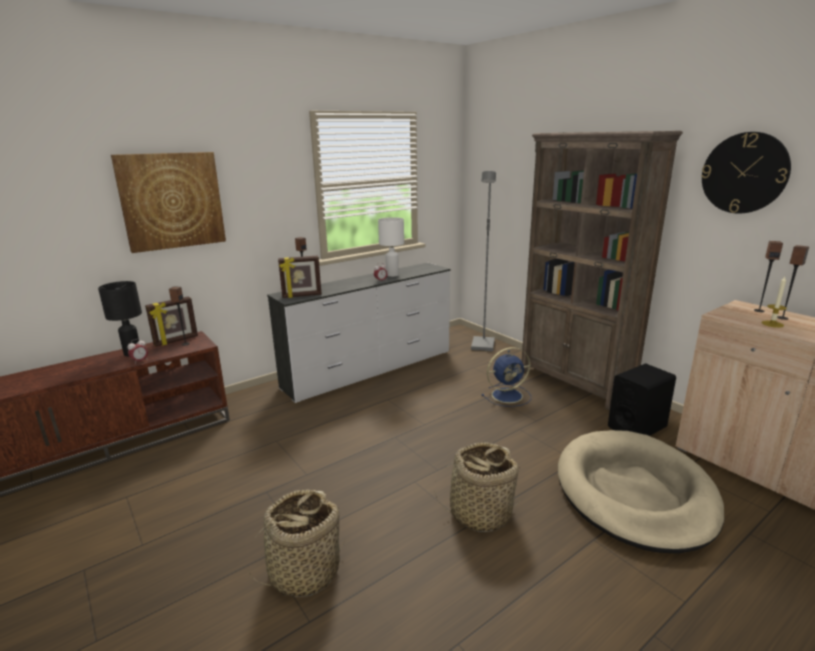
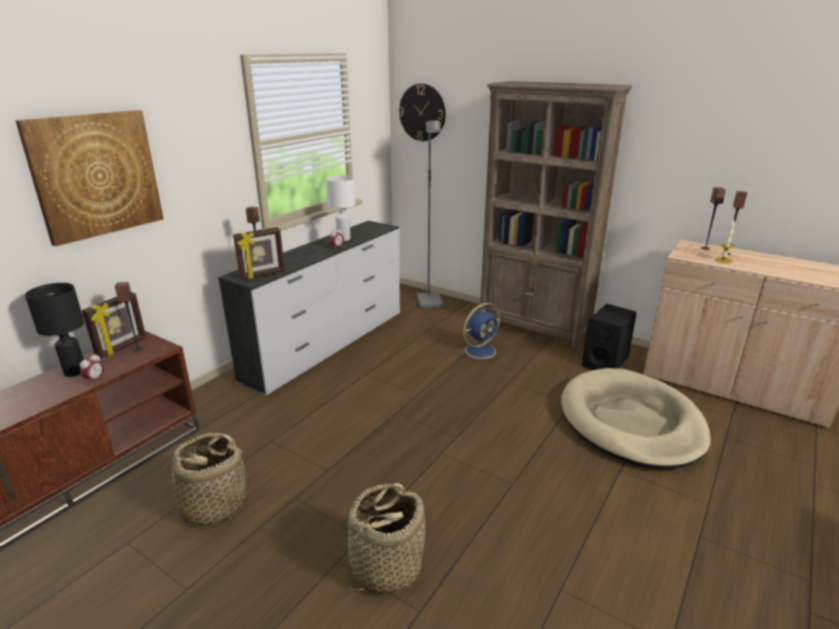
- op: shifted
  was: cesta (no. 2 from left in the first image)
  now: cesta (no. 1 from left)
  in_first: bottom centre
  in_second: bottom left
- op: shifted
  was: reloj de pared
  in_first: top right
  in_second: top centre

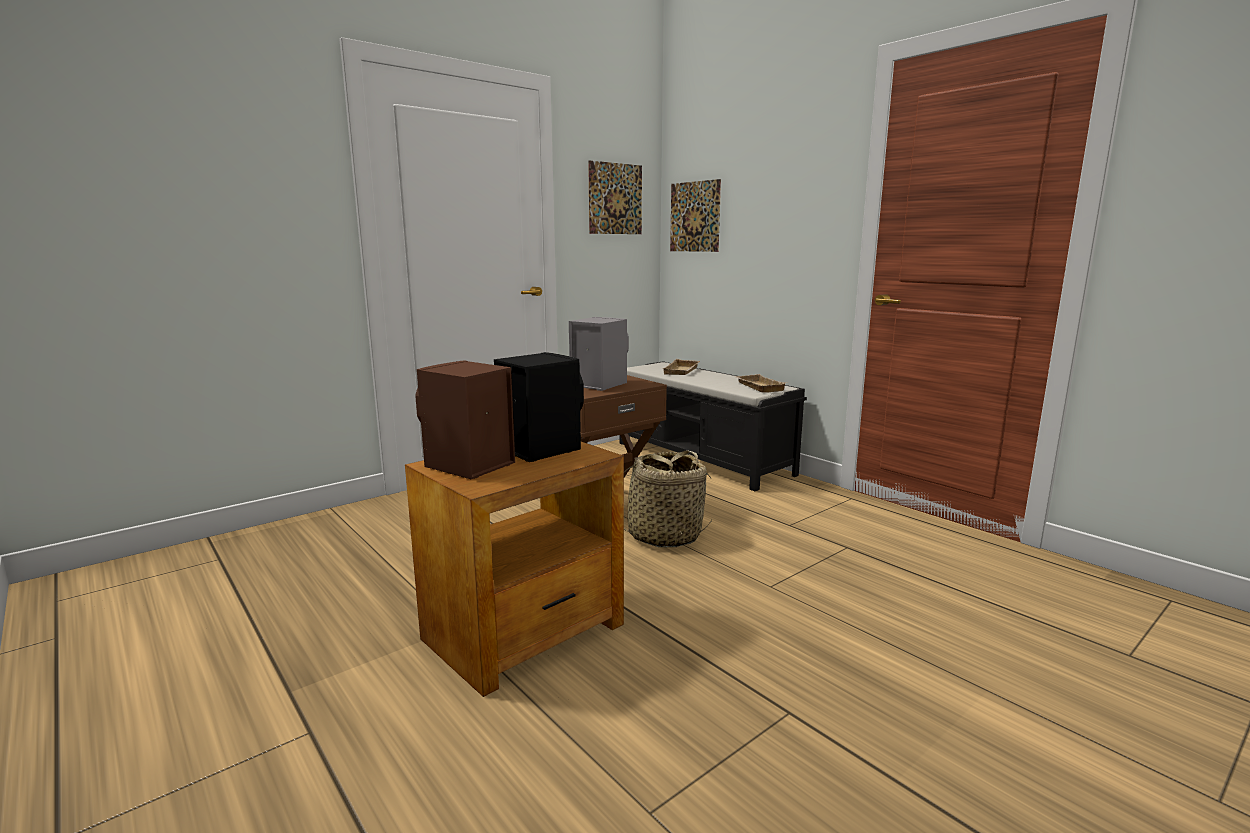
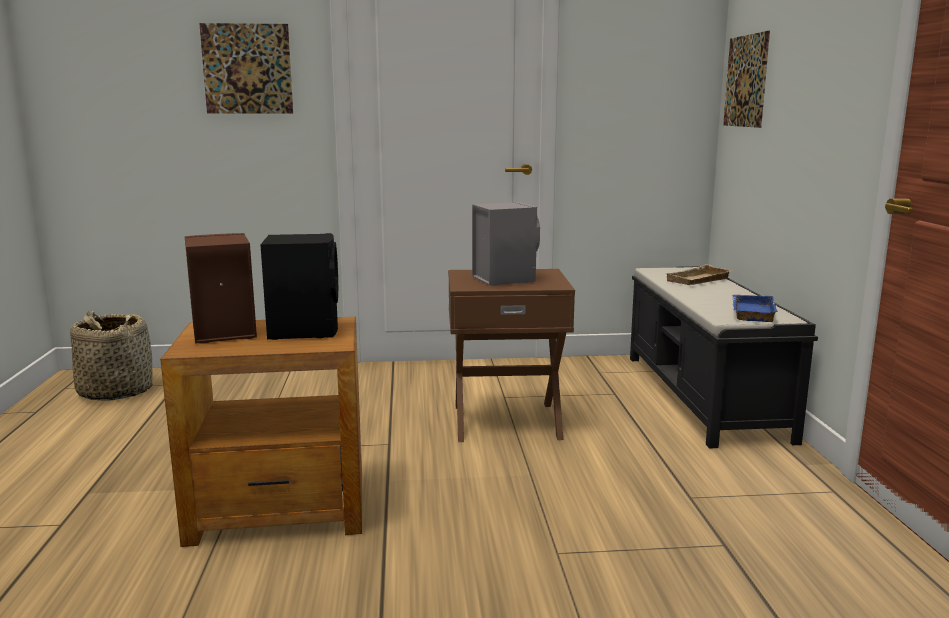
- op: shifted
  was: cuadro (no. 1 from left)
  in_first: top centre
  in_second: top left
- op: shifted
  was: cesta
  in_first: centre
  in_second: middle left
- op: repainted
  was: bandeja [beis] (no. 2 from left)
  now: bandeja [azul]
  in_first: centre
  in_second: middle right

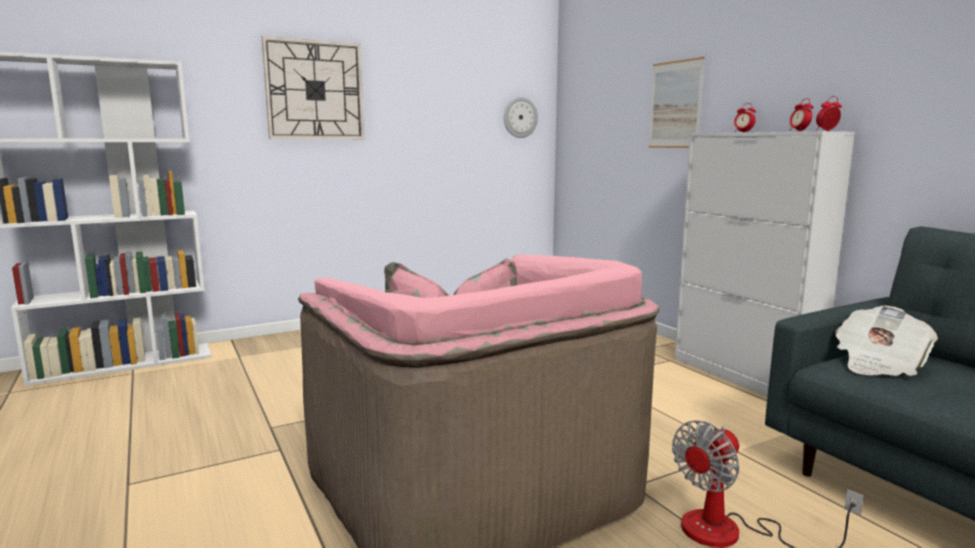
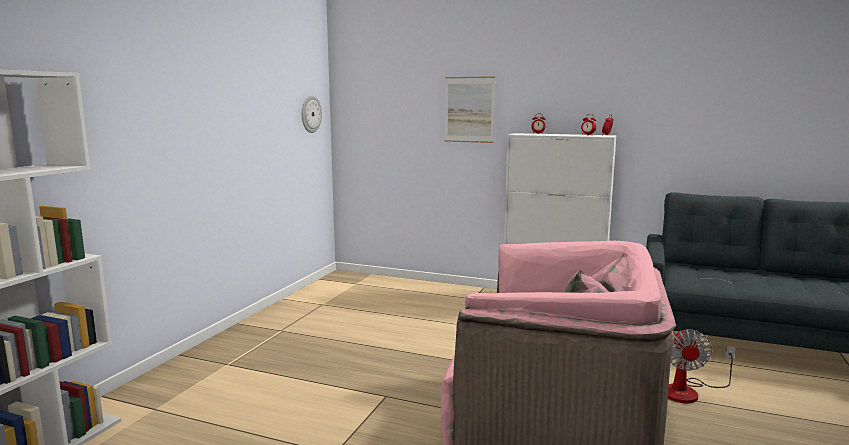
- op: gone
  was: reloj de pared (no. 1 from left)
  in_first: top left
- op: gone
  was: periódico
  in_first: middle right

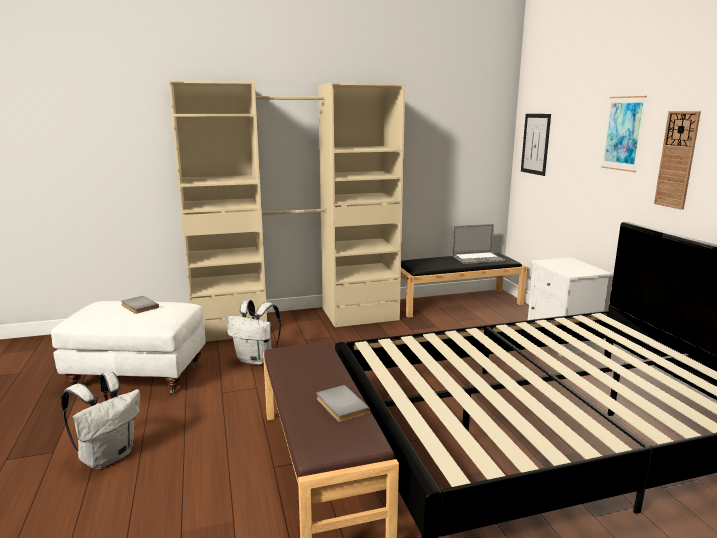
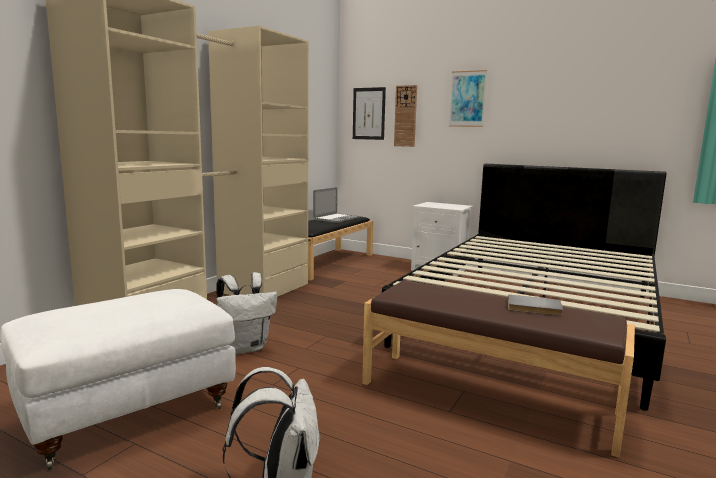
- op: gone
  was: libro [gris] (no. 1 from left)
  in_first: middle left
- op: shifted
  was: reloj de pared
  in_first: top right
  in_second: top centre

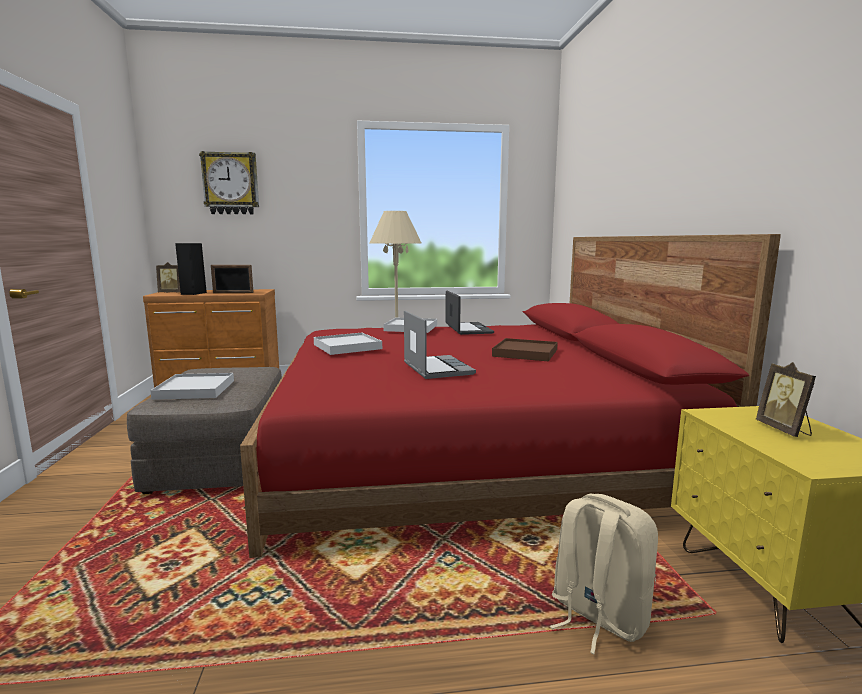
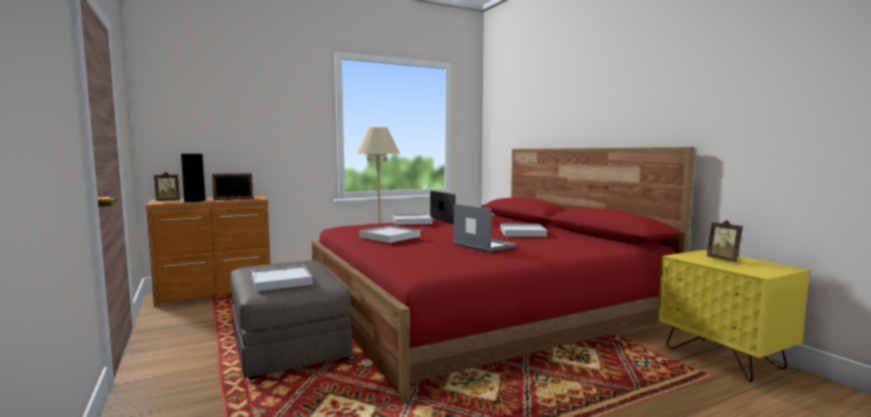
- op: gone
  was: reloj de pared
  in_first: top left
- op: gone
  was: mochila [beis]
  in_first: bottom right
- op: repainted
  was: bandeja [marrón]
  now: bandeja [blanco] (no. 4 from left)
  in_first: centre
  in_second: centre

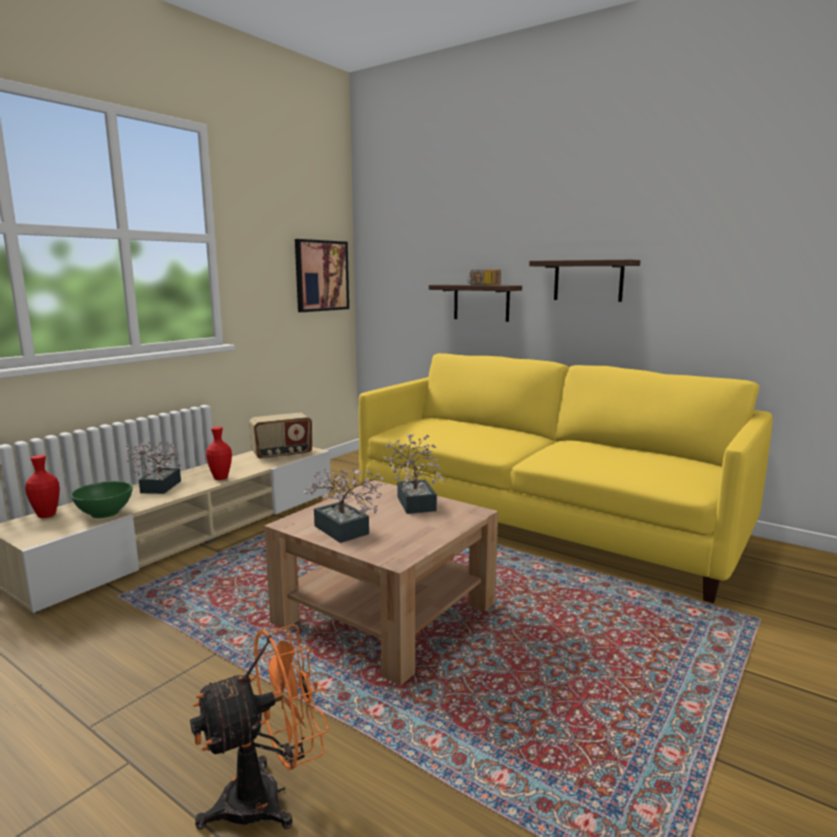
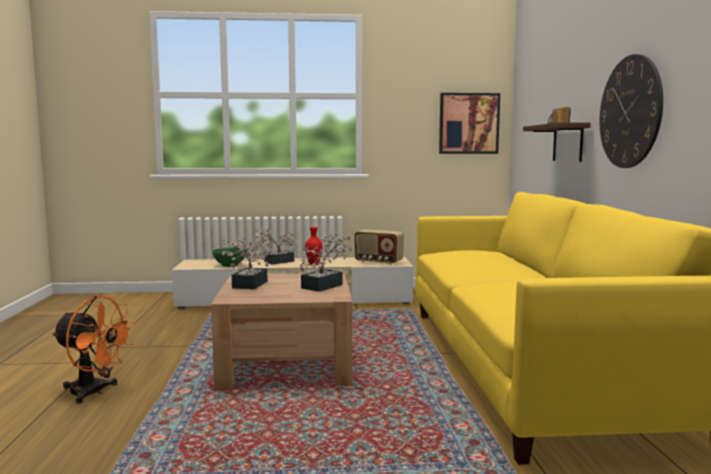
- op: gone
  was: florero [rojo] (no. 1 from left)
  in_first: middle left
- op: swapped
  was: estante (no. 2 from left)
  now: reloj de pared
  in_first: middle right
  in_second: top right

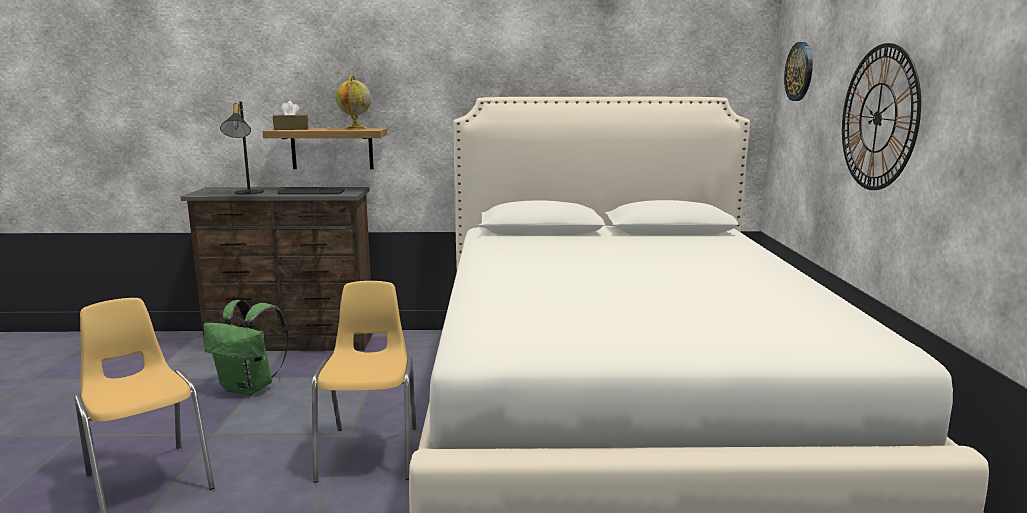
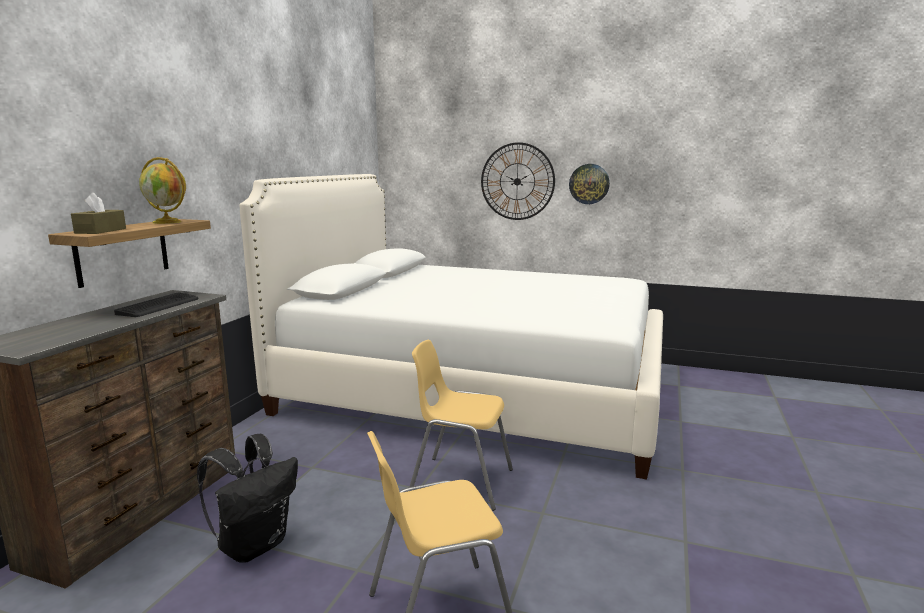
- op: gone
  was: lámpara de mesa [negro]
  in_first: top left
- op: shifted
  was: reloj de pared (no. 1 from left in the first image)
  now: reloj de pared (no. 2 from left)
  in_first: top right
  in_second: top centre
- op: repainted
  was: mochila [verde]
  now: mochila [negro]
  in_first: bottom left
  in_second: bottom left

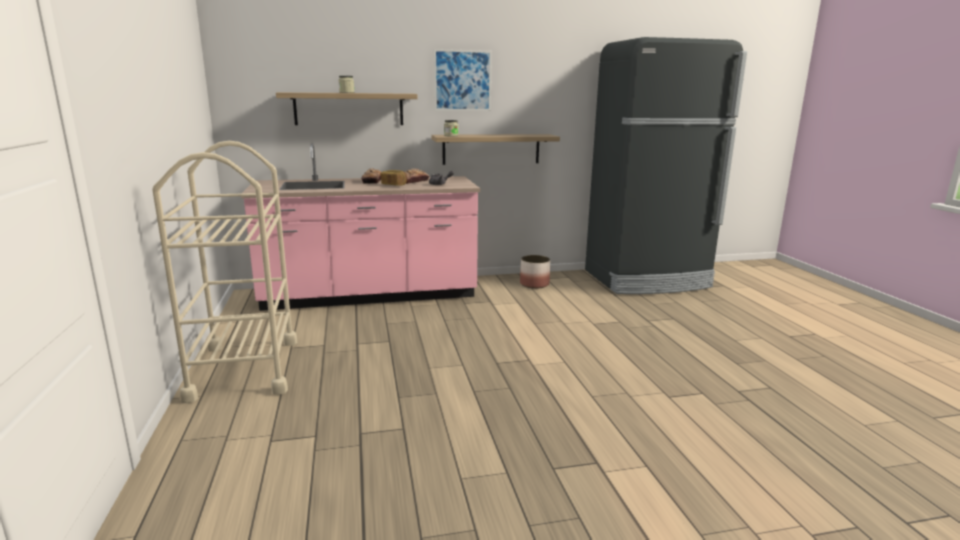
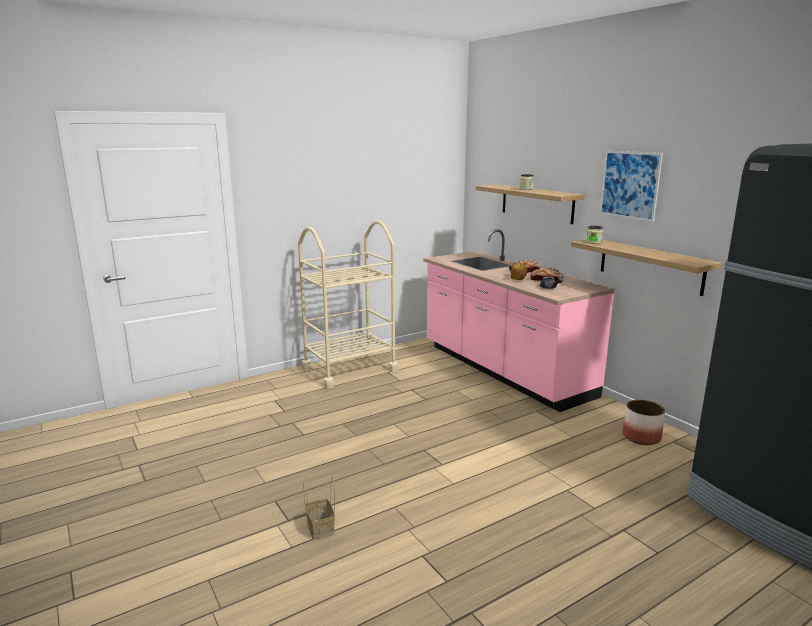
- op: new
  now: cesta
  in_second: bottom centre

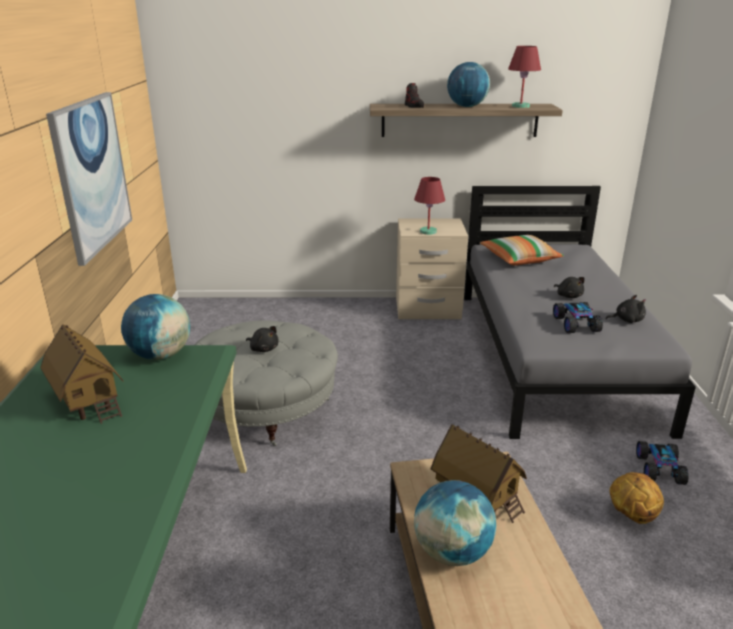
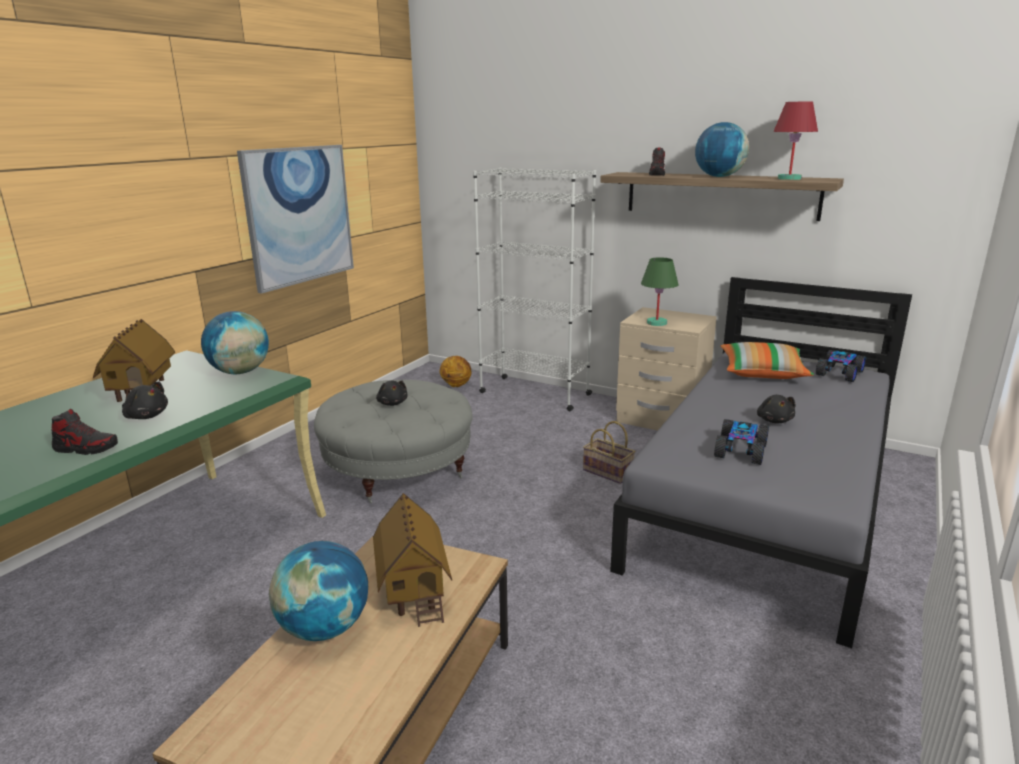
- op: new
  now: zapato (no. 1 from left)
  in_second: middle left
- op: new
  now: estantería [blanco]
  in_second: centre
- op: new
  now: cesta
  in_second: centre
- op: shifted
  was: peluche [negro] (no. 3 from left in the first image)
  now: peluche [negro] (no. 1 from left)
  in_first: middle right
  in_second: middle left
- op: shifted
  was: balón de baloncesto
  in_first: bottom right
  in_second: centre
- op: shifted
  was: coche de juguete (no. 2 from left)
  in_first: bottom right
  in_second: middle right
- op: repainted
  was: lámpara de mesa [rojo] (no. 1 from left)
  now: lámpara de mesa [verde]
  in_first: top centre
  in_second: centre

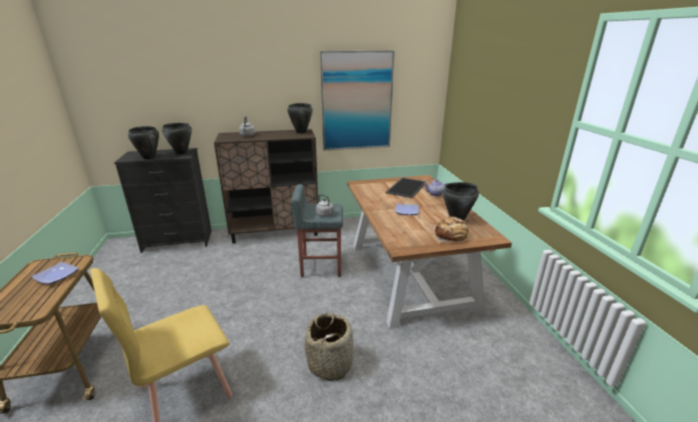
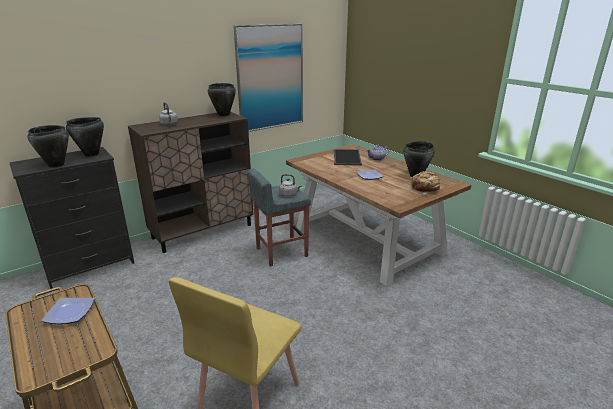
- op: gone
  was: cesta
  in_first: bottom centre

